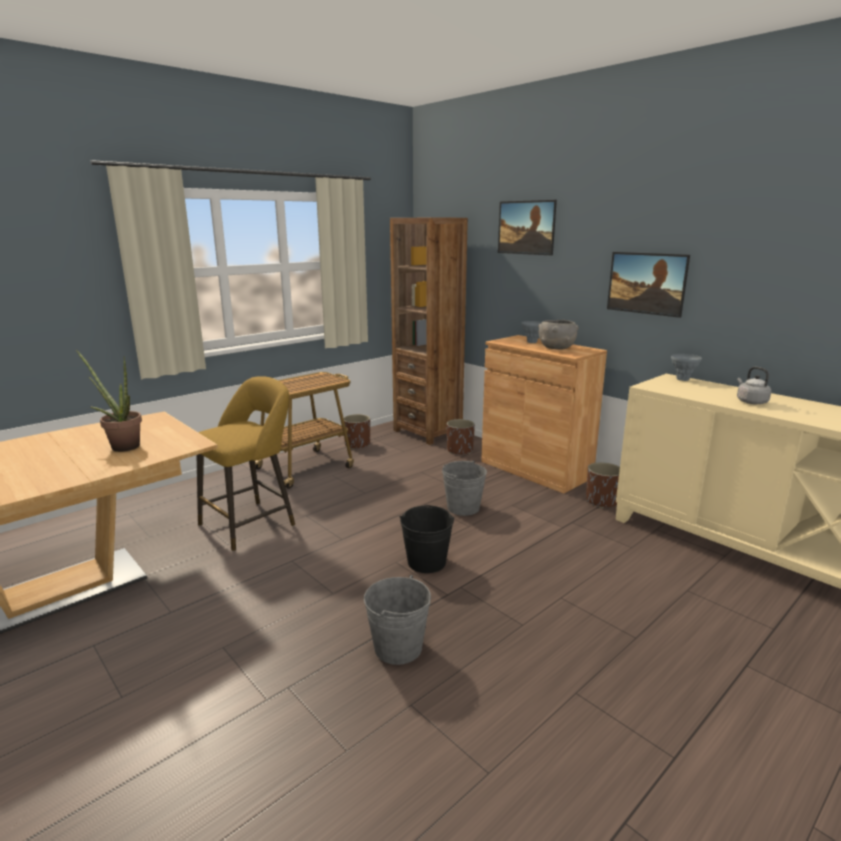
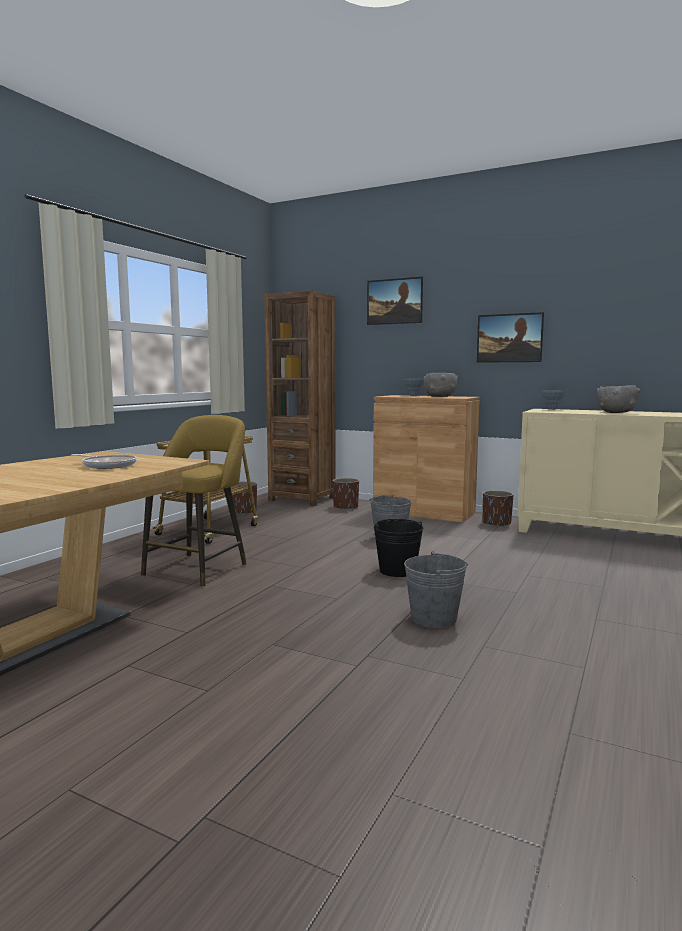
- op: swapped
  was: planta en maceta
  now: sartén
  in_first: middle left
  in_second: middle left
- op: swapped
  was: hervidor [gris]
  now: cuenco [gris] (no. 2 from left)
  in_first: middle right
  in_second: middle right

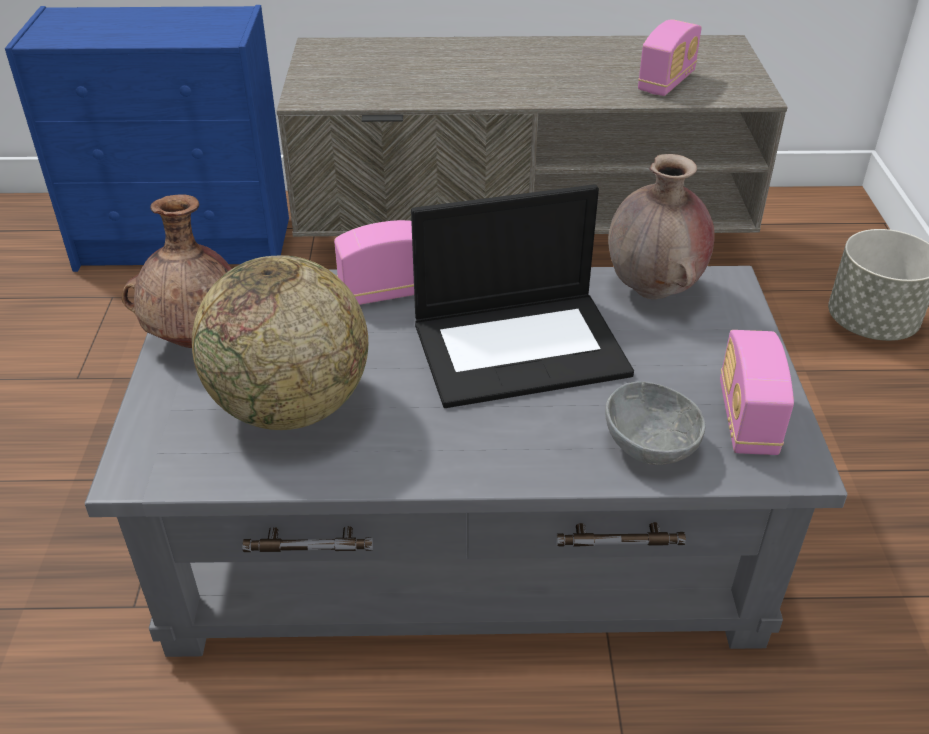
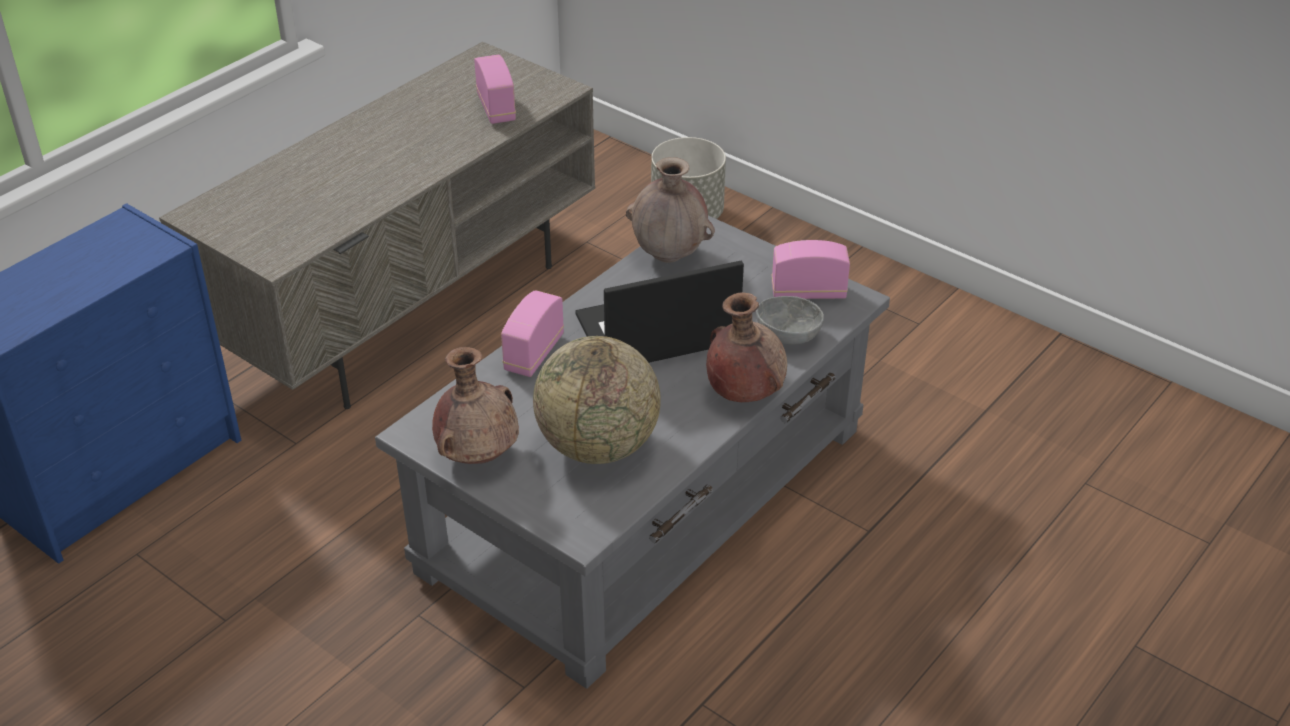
- op: new
  now: florero [marrón] (no. 3 from left)
  in_second: centre
- op: rotated
  was: portátil
  in_first: centre
  in_second: centre
  clockwise: -135
- op: rotated
  was: radio (no. 3 from left)
  in_first: middle right
  in_second: centre
  clockwise: 135

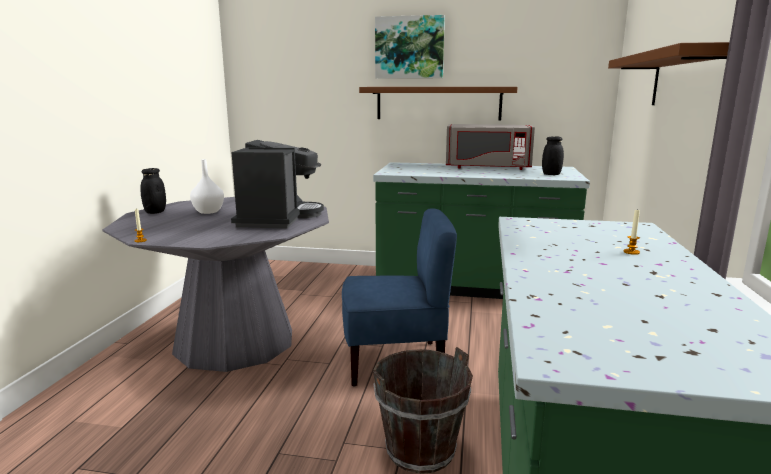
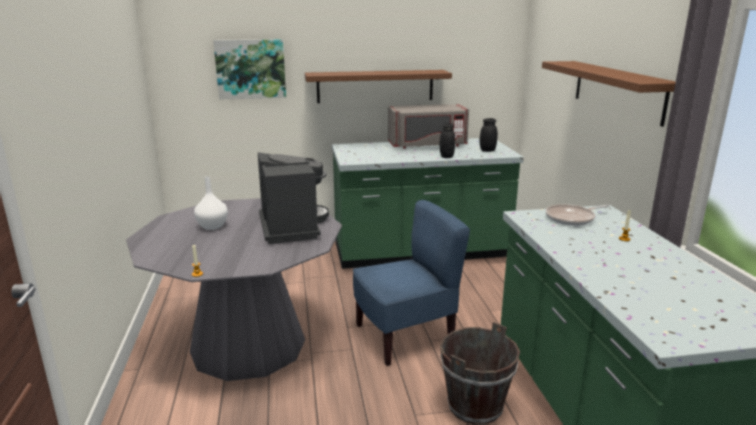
- op: new
  now: sartén
  in_second: middle right
- op: shifted
  was: tarro [negro] (no. 1 from left)
  in_first: middle left
  in_second: top centre
- op: shifted
  was: cuadro
  in_first: top centre
  in_second: top left

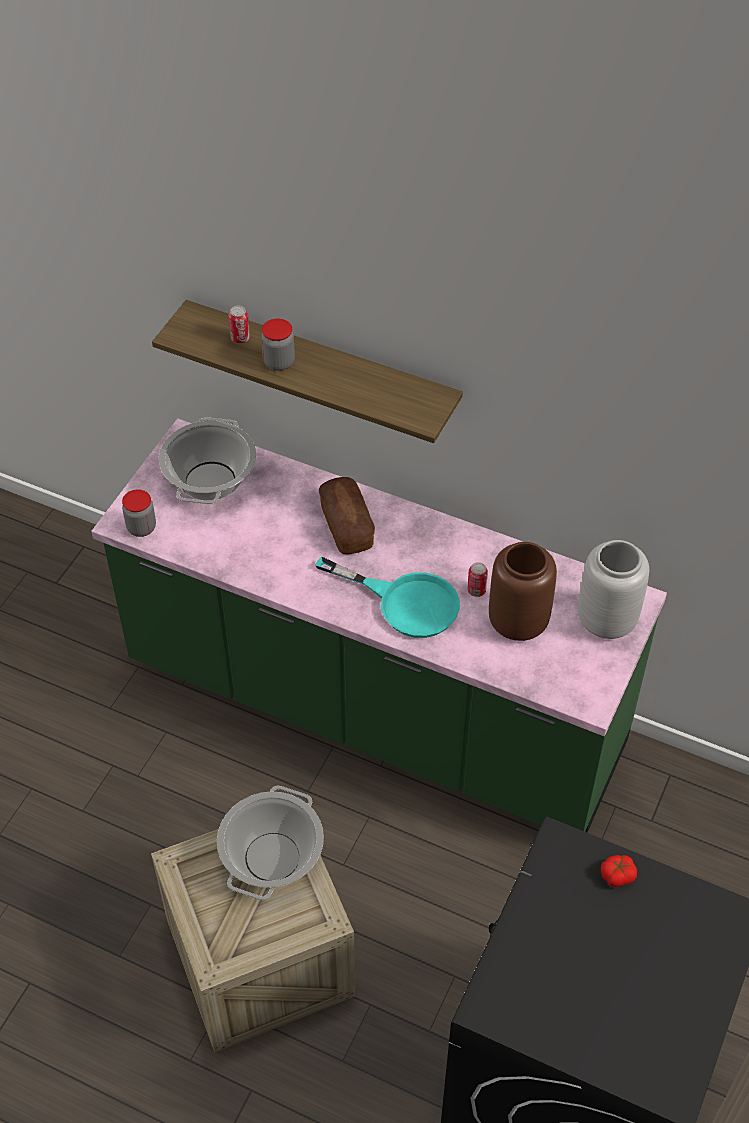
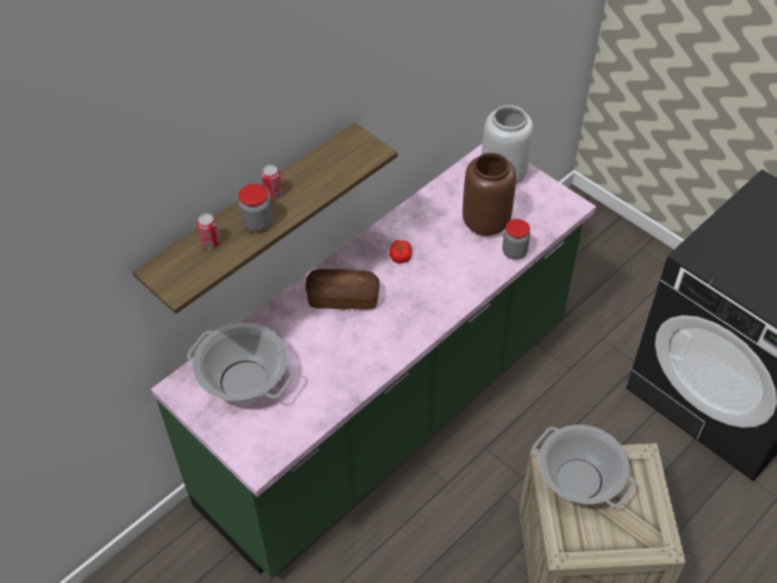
- op: gone
  was: sartén [turquesa]
  in_first: centre
- op: shifted
  was: tarro (no. 1 from left in the first image)
  now: tarro (no. 2 from left)
  in_first: middle left
  in_second: centre
- op: shifted
  was: lata (no. 2 from left)
  in_first: centre
  in_second: top centre
- op: shifted
  was: tomate
  in_first: bottom right
  in_second: centre

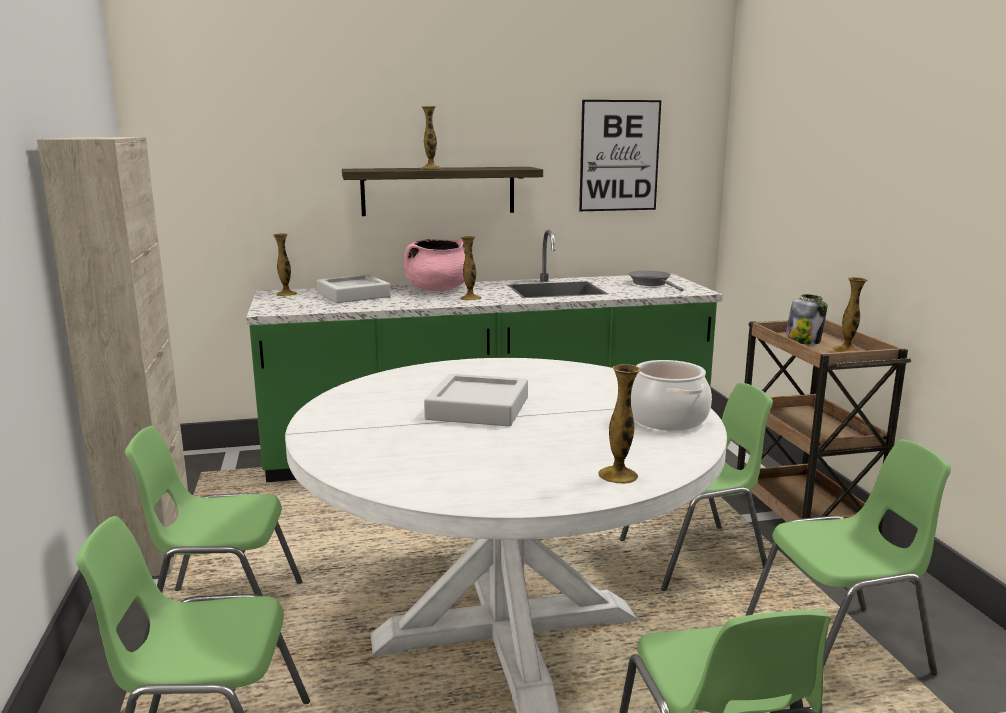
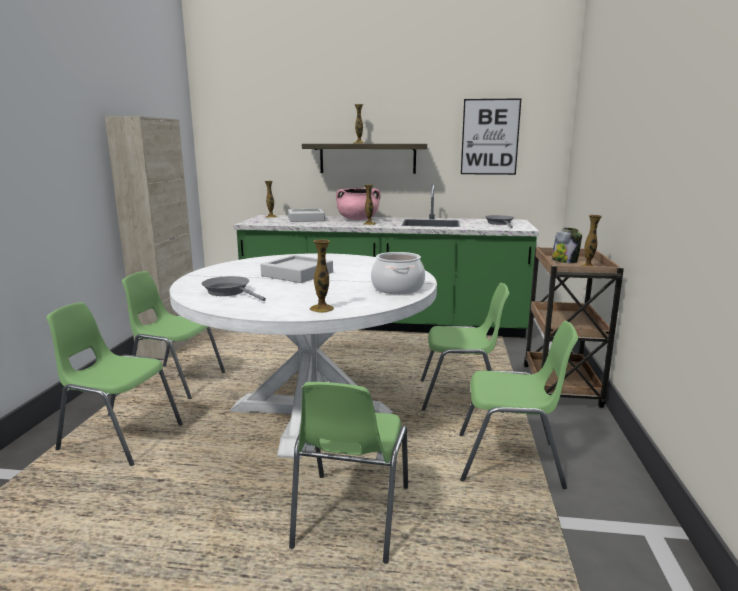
- op: new
  now: sartén [gris] (no. 1 from left)
  in_second: middle left

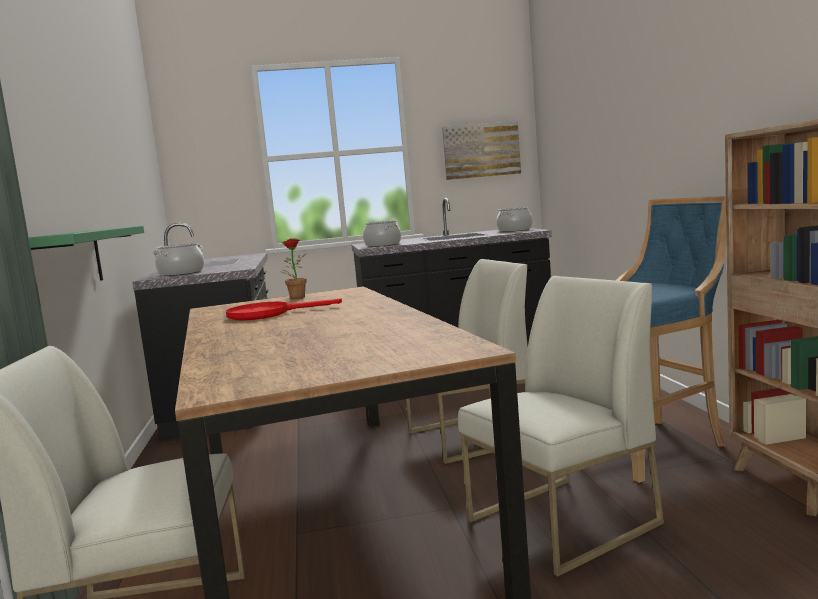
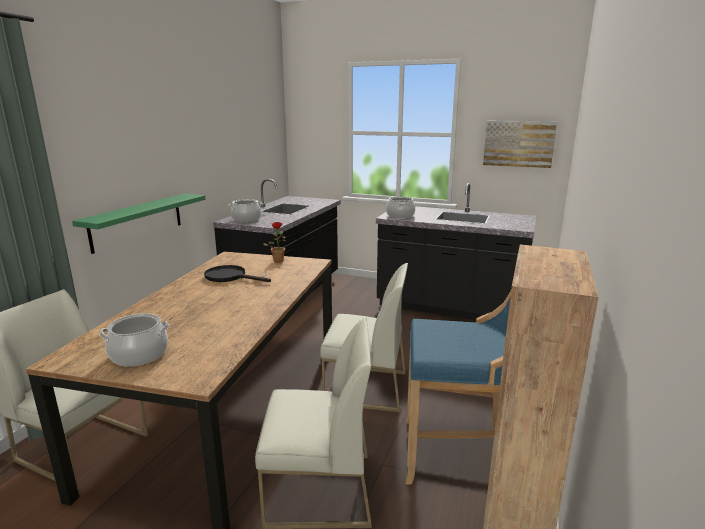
- op: shifted
  was: olla (no. 3 from left in the first image)
  now: olla (no. 1 from left)
  in_first: centre
  in_second: middle left
- op: repainted
  was: sartén [rojo]
  now: sartén [negro]
  in_first: centre
  in_second: centre

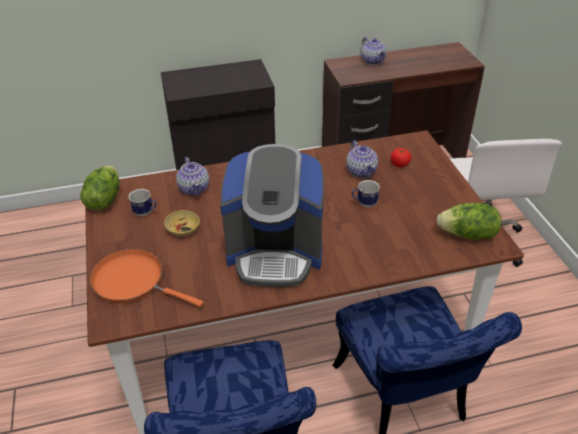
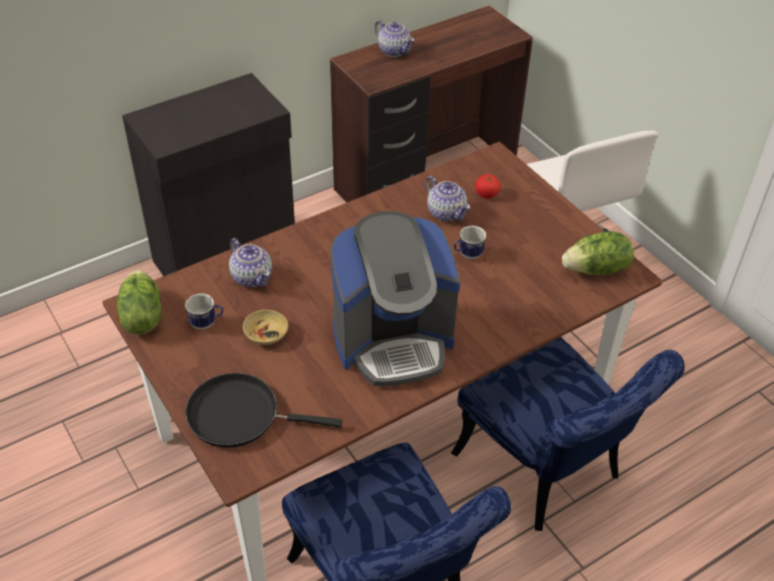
- op: repainted
  was: sartén [naranja]
  now: sartén [negro]
  in_first: middle left
  in_second: bottom centre

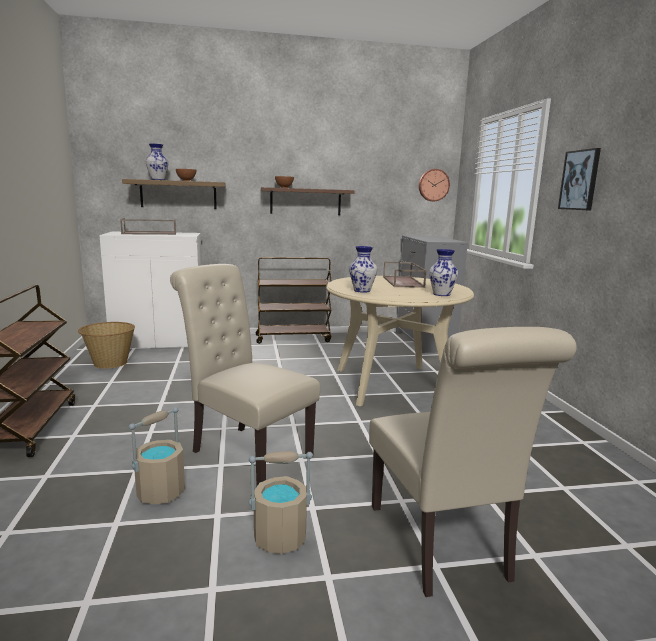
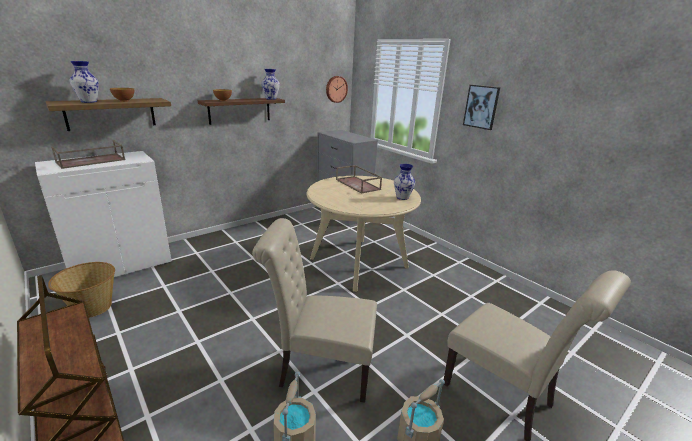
- op: gone
  was: carrito [marrón] (no. 2 from left)
  in_first: centre
- op: shifted
  was: florero (no. 2 from left)
  in_first: centre
  in_second: top centre

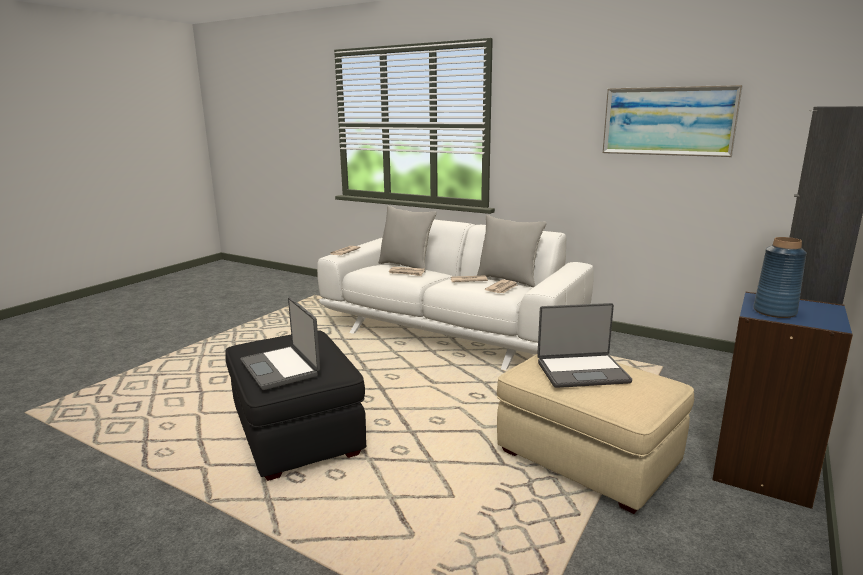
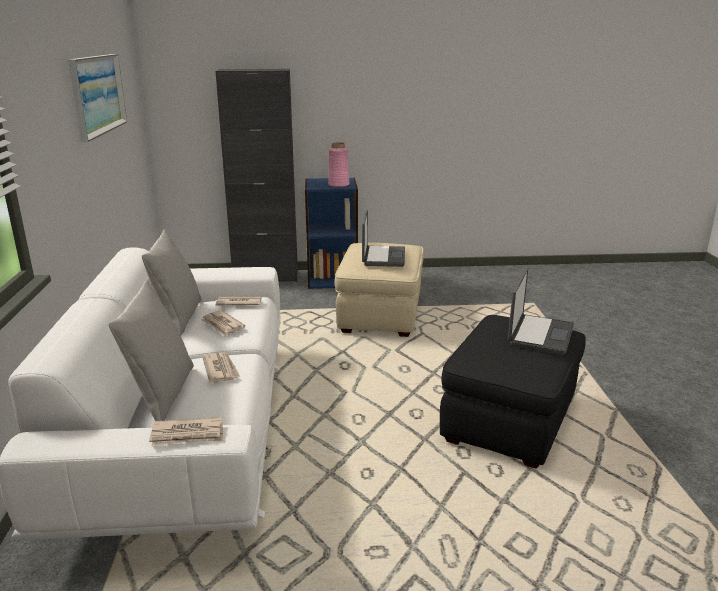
- op: repainted
  was: florero [azul]
  now: florero [rosa]
  in_first: middle right
  in_second: top centre
- op: rotated
  was: portátil (no. 2 from left in the first image)
  in_first: middle right
  in_second: centre
  clockwise: 45

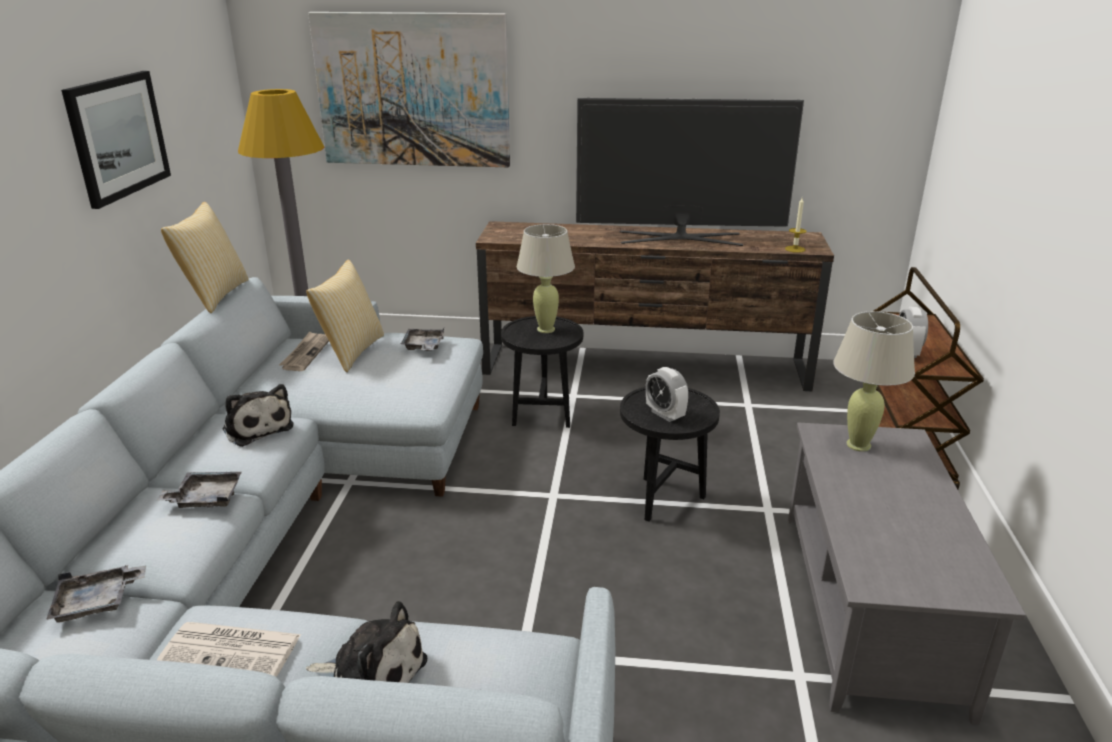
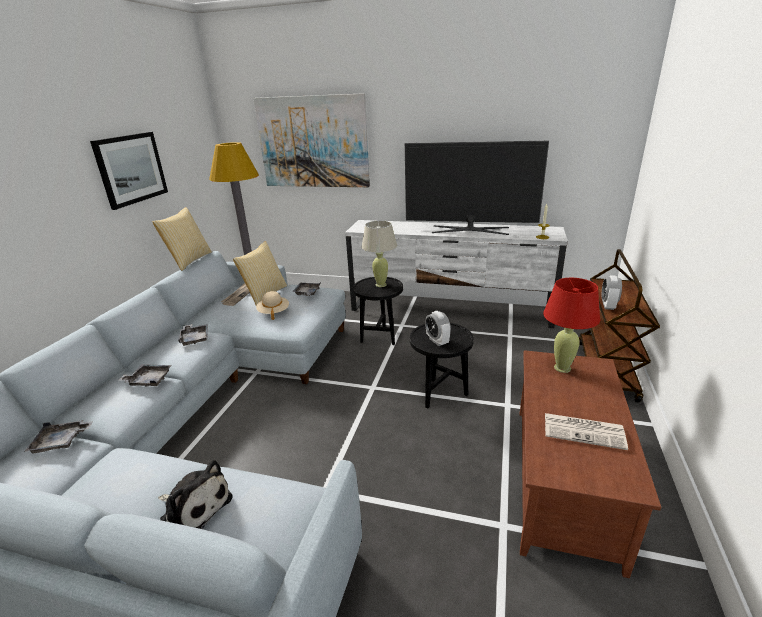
- op: new
  now: sombrero [beis]
  in_second: centre
- op: shifted
  was: periódico (no. 1 from left in the first image)
  now: periódico (no. 2 from left)
  in_first: bottom left
  in_second: bottom right
- op: swapped
  was: peluche (no. 1 from left)
  now: bandeja [gris] (no. 3 from left)
  in_first: middle left
  in_second: middle left
- op: repainted
  was: mueble de televisión [marrón]
  now: mueble de televisión [blanco]
  in_first: centre
  in_second: centre
- op: repainted
  was: mesa de centro [gris]
  now: mesa de centro [marrón]
  in_first: bottom right
  in_second: bottom right
- op: repainted
  was: lámpara de mesa [beis] (no. 2 from left)
  now: lámpara de mesa [rojo]
  in_first: middle right
  in_second: middle right

